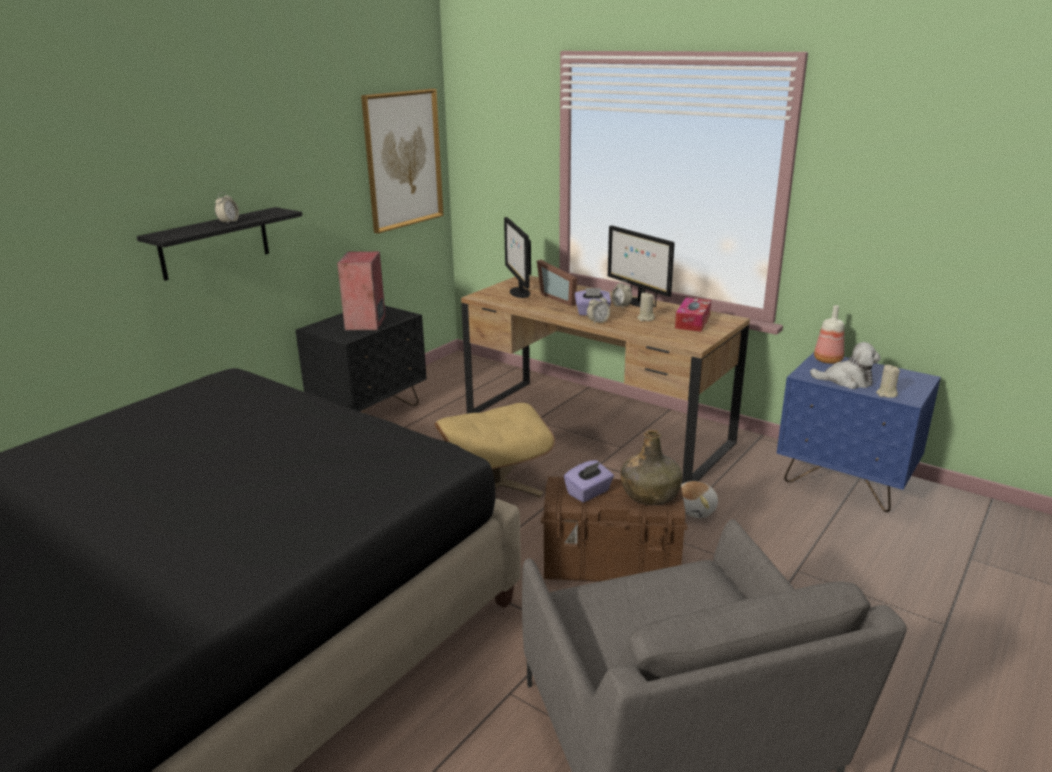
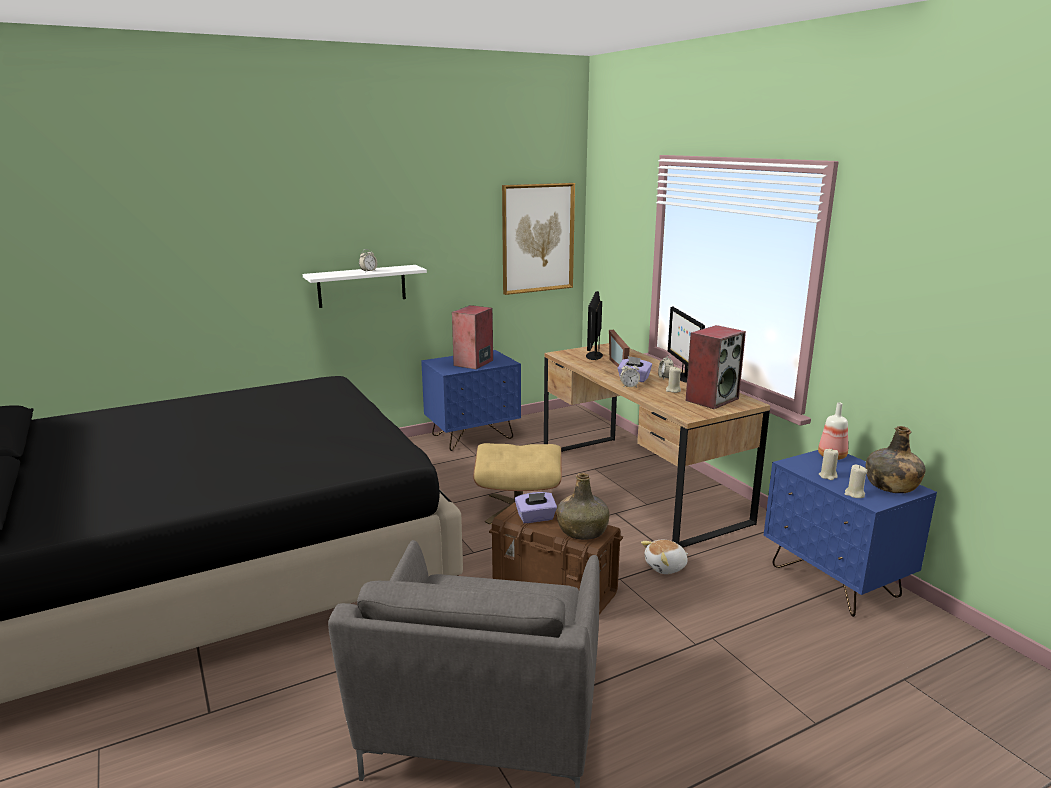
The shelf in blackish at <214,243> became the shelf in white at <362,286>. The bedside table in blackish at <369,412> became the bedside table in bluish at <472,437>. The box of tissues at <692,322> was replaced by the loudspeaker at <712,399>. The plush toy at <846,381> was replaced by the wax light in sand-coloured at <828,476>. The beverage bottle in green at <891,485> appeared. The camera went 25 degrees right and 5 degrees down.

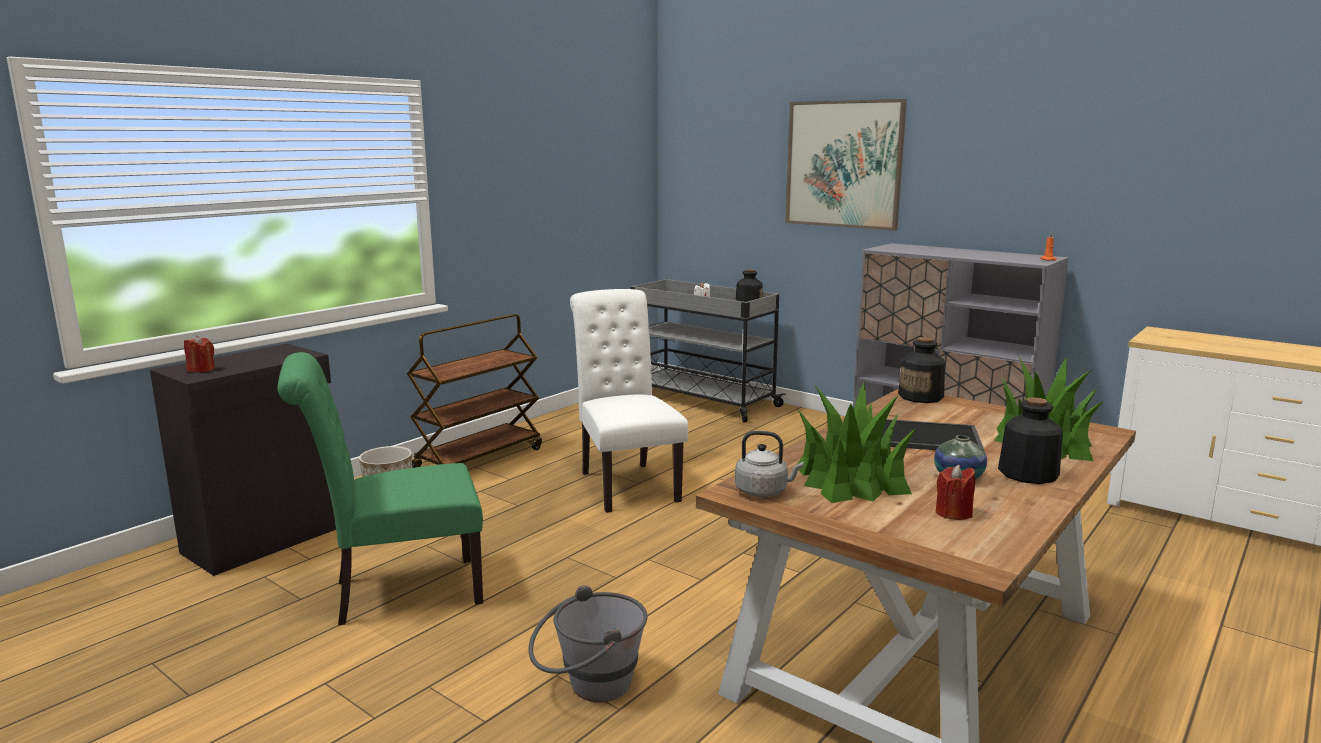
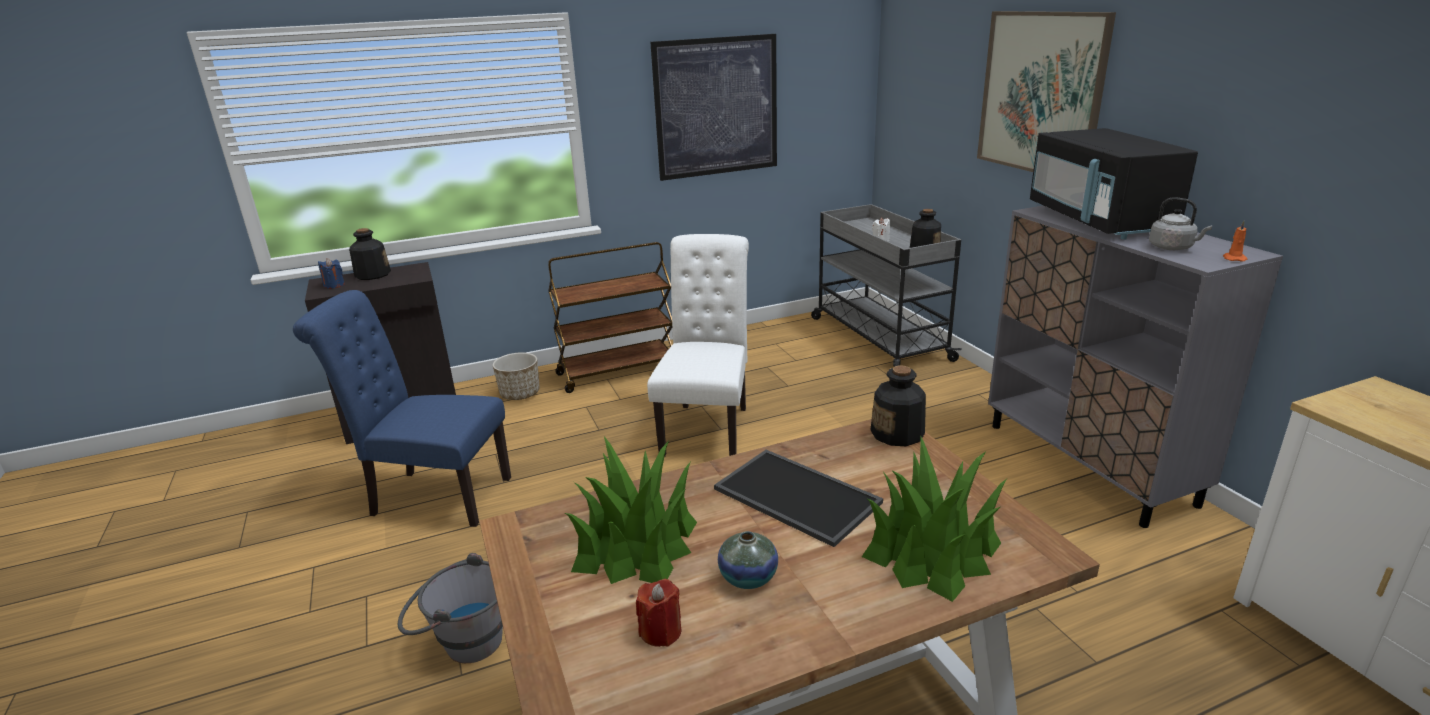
The wax light in red at <201,369> became the wax light in bluish at <334,285>. The upright chair in green at <397,592> became the upright chair in bluish at <433,496>. The tea kettle in grey moved from <764,492> to <1173,248>. The beverage bottle moved from <1027,474> to <372,274>. The picture at <716,107> appeared. The microwave in blackish at <1098,221> appeared. The camera went 30 degrees right and 10 degrees up.

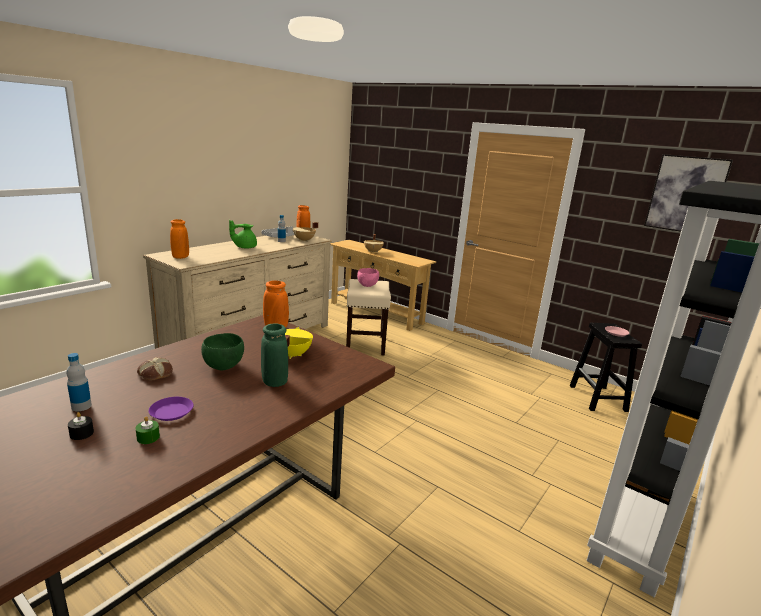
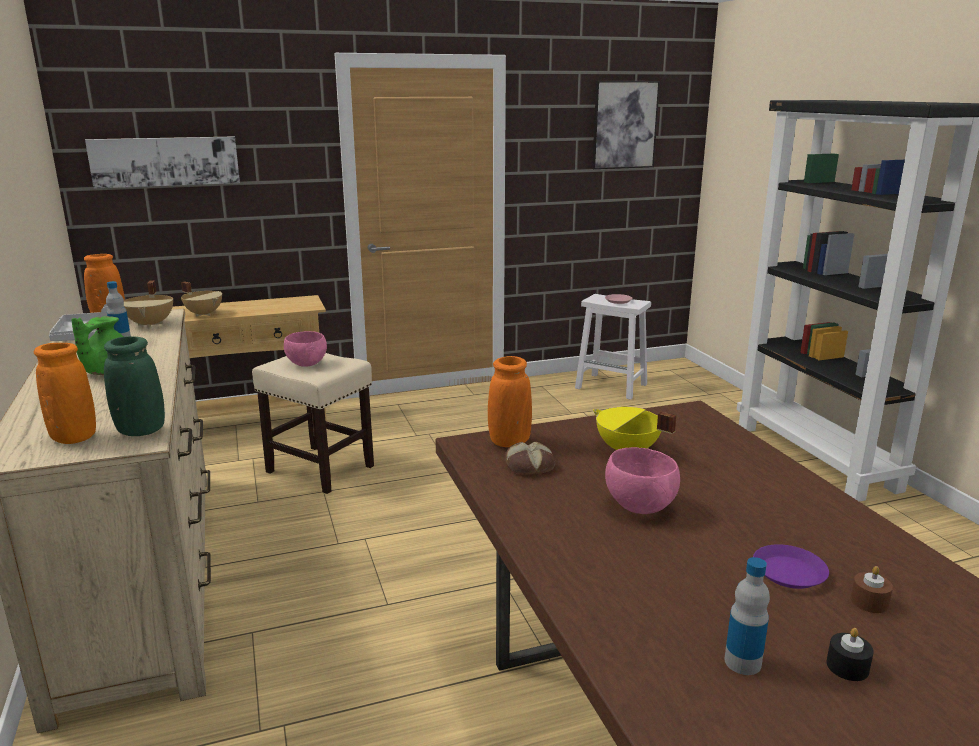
The wax light in green at <148,437> became the wax light in brown-coloured at <869,602>. The baked bread moved from <155,373> to <529,466>. The deep dish in green at <223,366> became the deep dish in pinkish at <639,507>. The vase in green moved from <274,382> to <141,431>. The sitting stool in blackish at <598,399> became the sitting stool in white at <612,386>. The picture at <165,161> appeared. The camera went 55 degrees left and 0 degrees up.

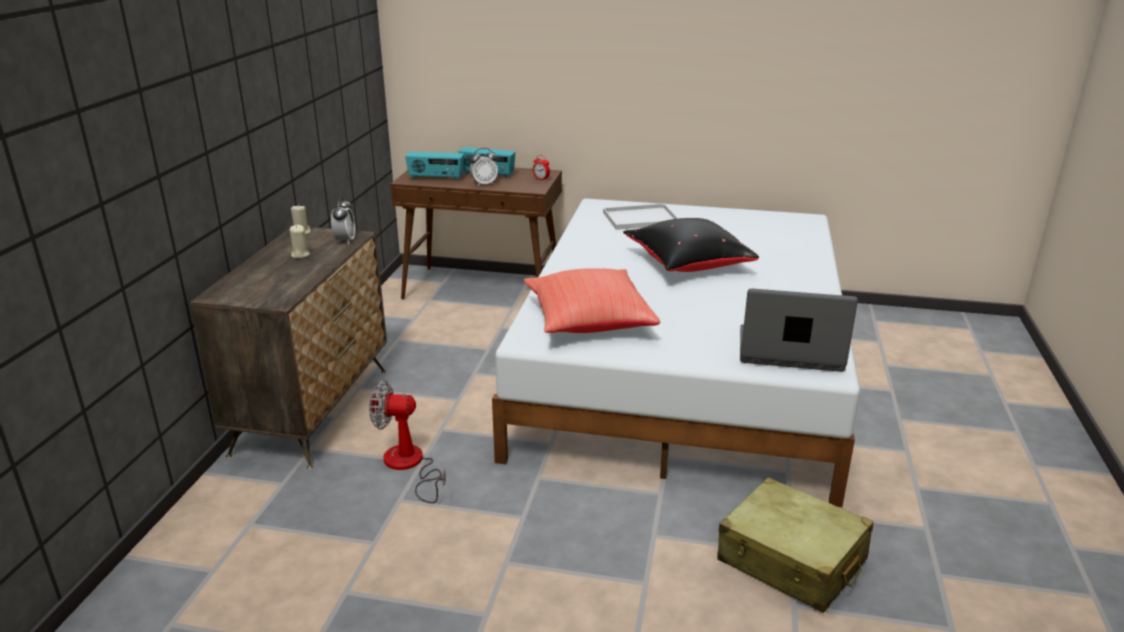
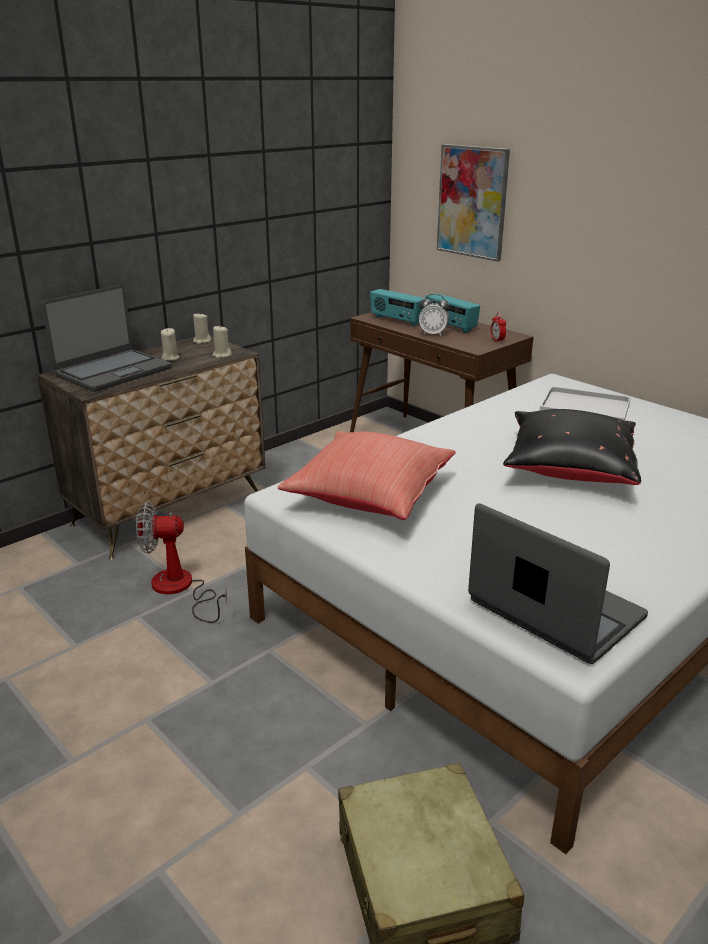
The table clock at <345,241> was replaced by the wax light in sand-coloured at <222,355>. The electric fan at <409,466> turned 45 degrees counterclockwise. The notebook computer at <113,371> appeared. The picture at <472,202> appeared. The camera went 35 degrees right and 0 degrees up.

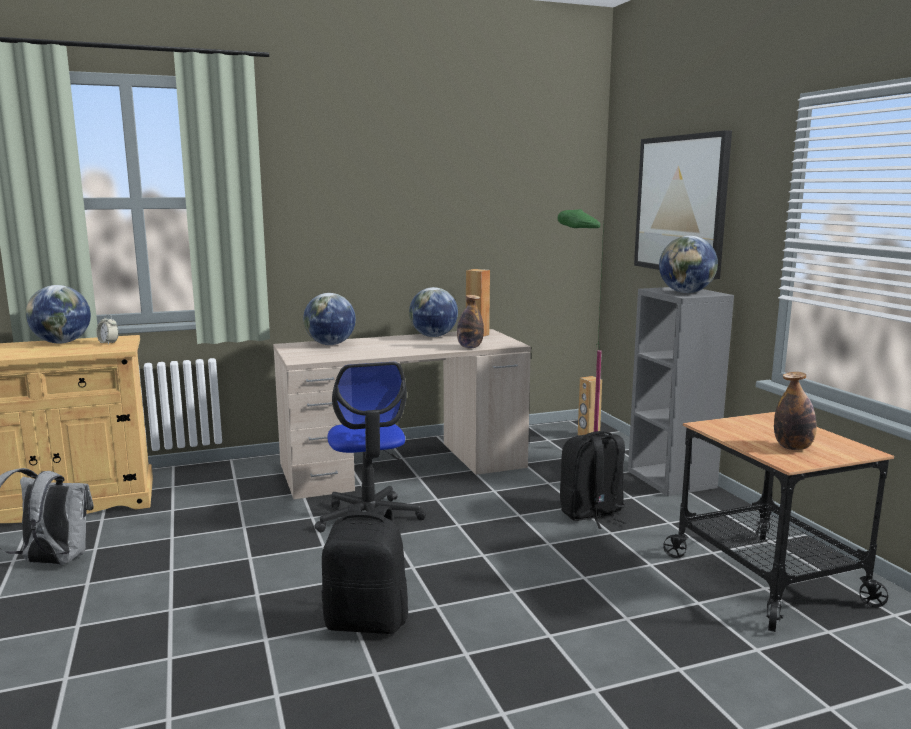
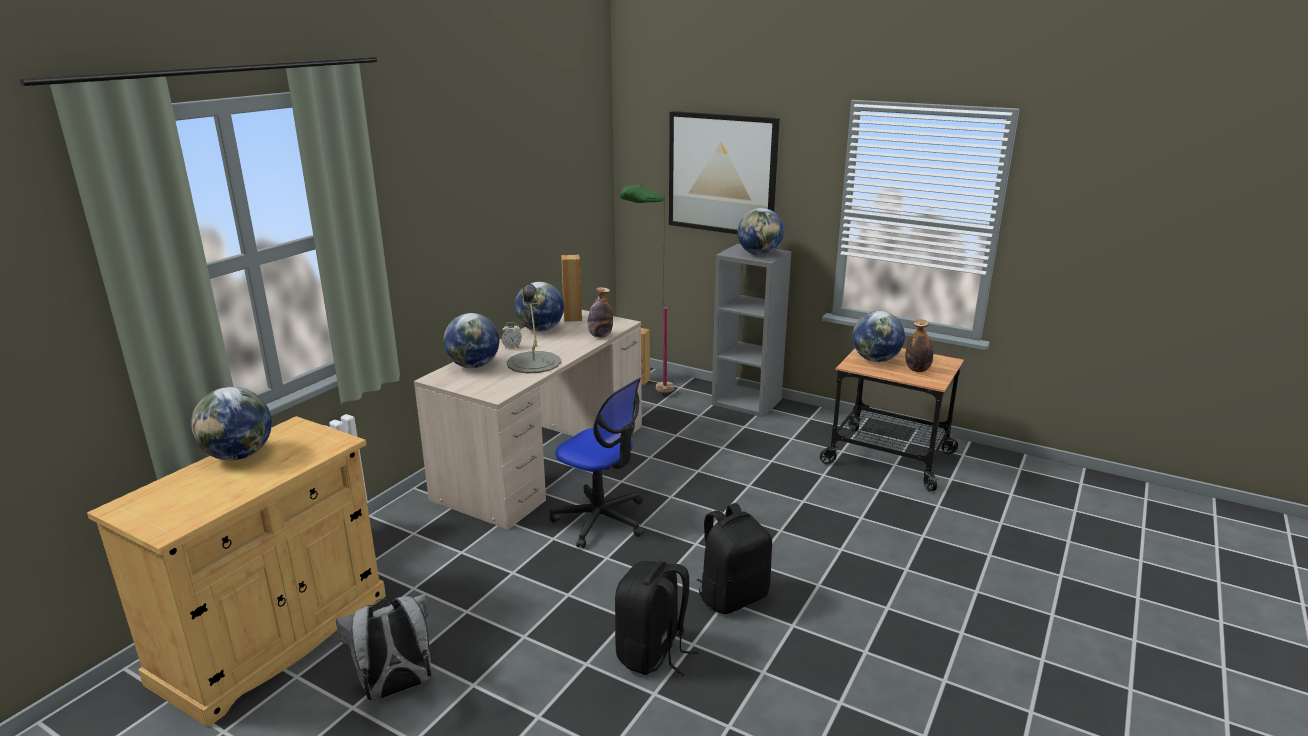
The table clock moved from <108,343> to <512,347>. The backpack in blackish moved from <592,514> to <653,653>. The tabletop lamp in grey at <533,362> appeared. The desk globe at <875,360> appeared. The camera went 40 degrees left and 10 degrees up.

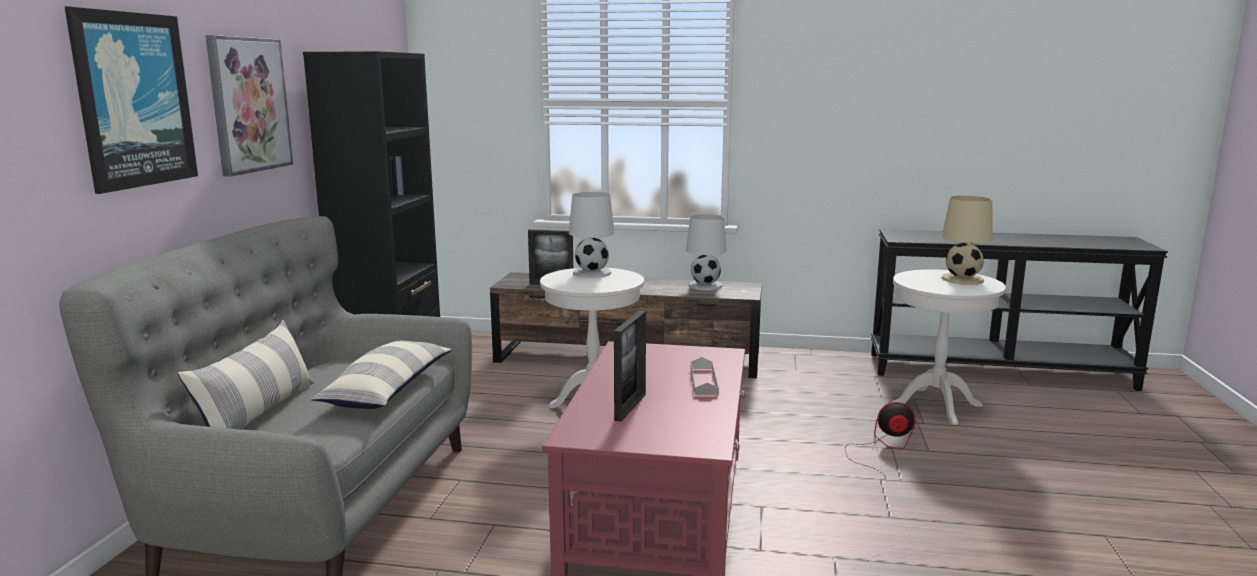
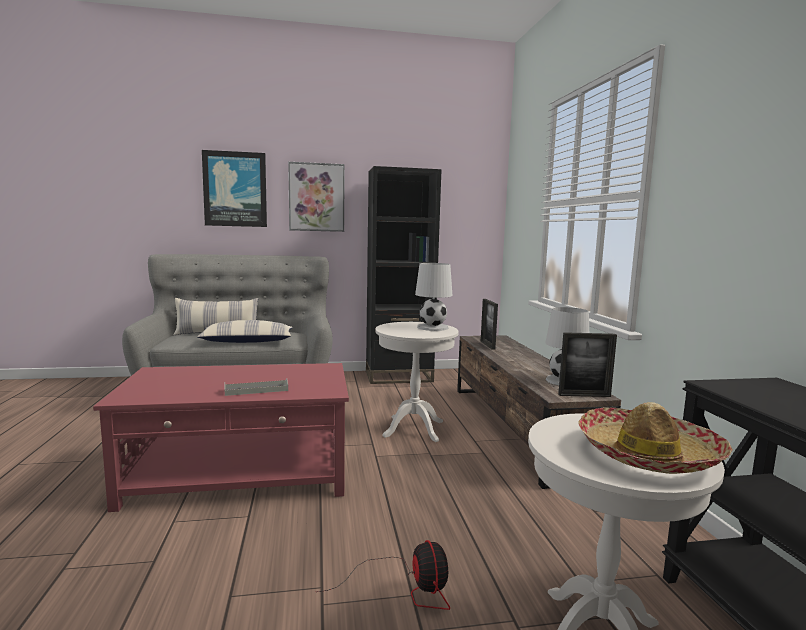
The photo frame moved from <630,407> to <584,395>. The tabletop lamp in sand-coloured at <961,279> was replaced by the clothing hat at <648,454>. The camera went 70 degrees right and 5 degrees down.

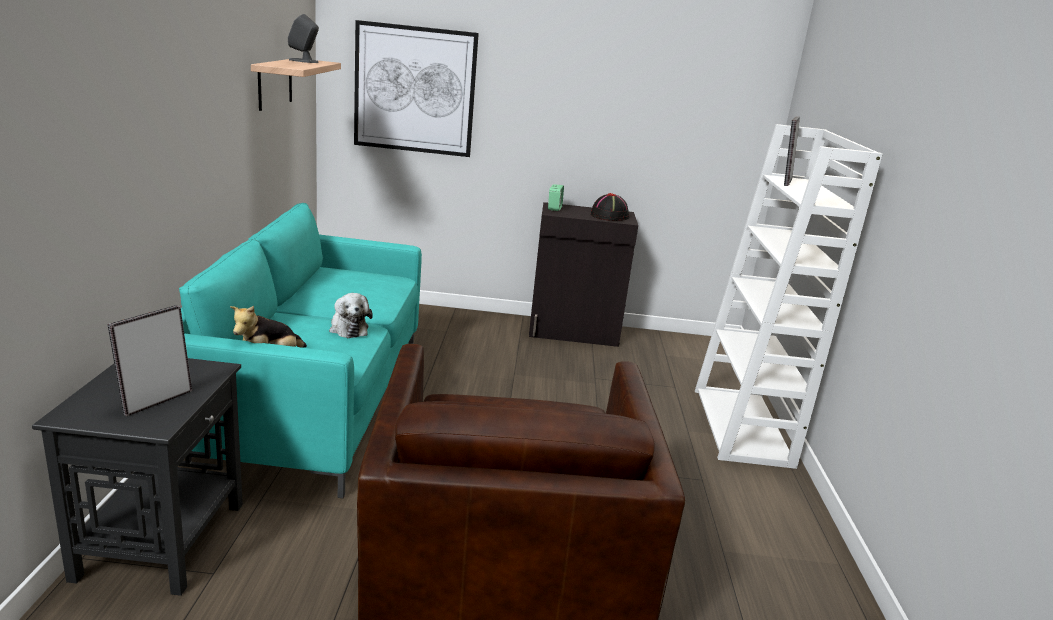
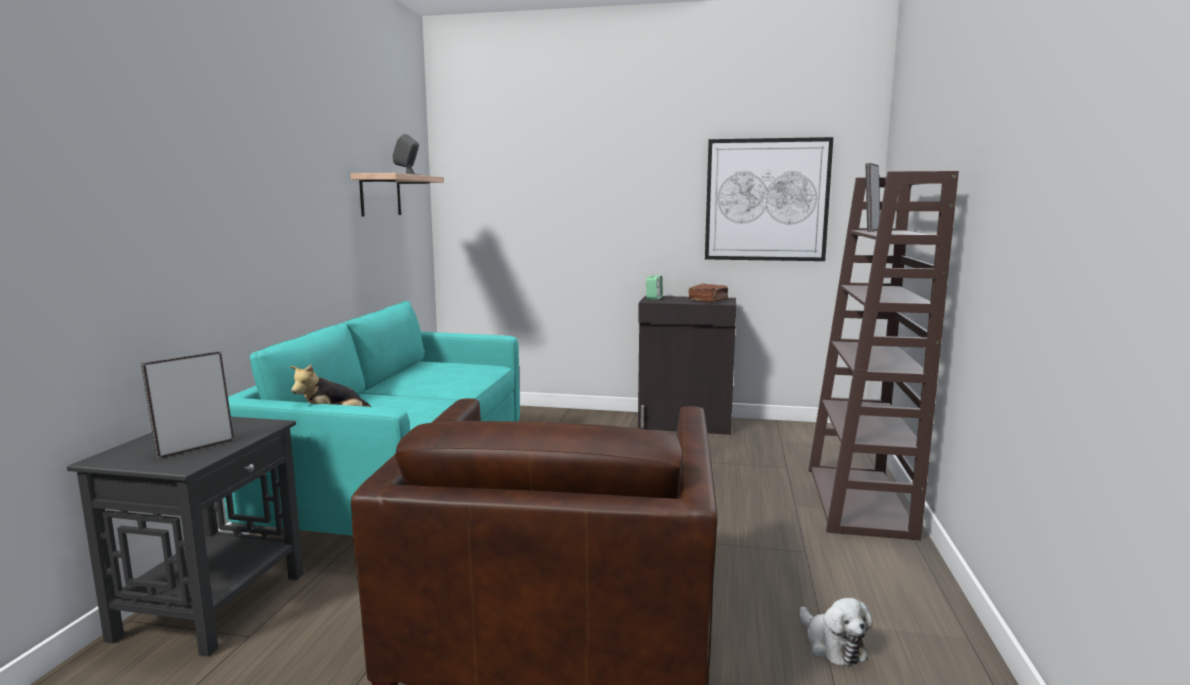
The plush toy moved from <348,328> to <832,645>. The picture moved from <415,90> to <766,200>. The clothing hat in blackish at <609,216> was replaced by the bound book in brown-coloured at <708,301>. The bookcase in white at <743,427> became the bookcase in brown-coloured at <860,502>. The camera went 10 degrees right and 10 degrees down.

